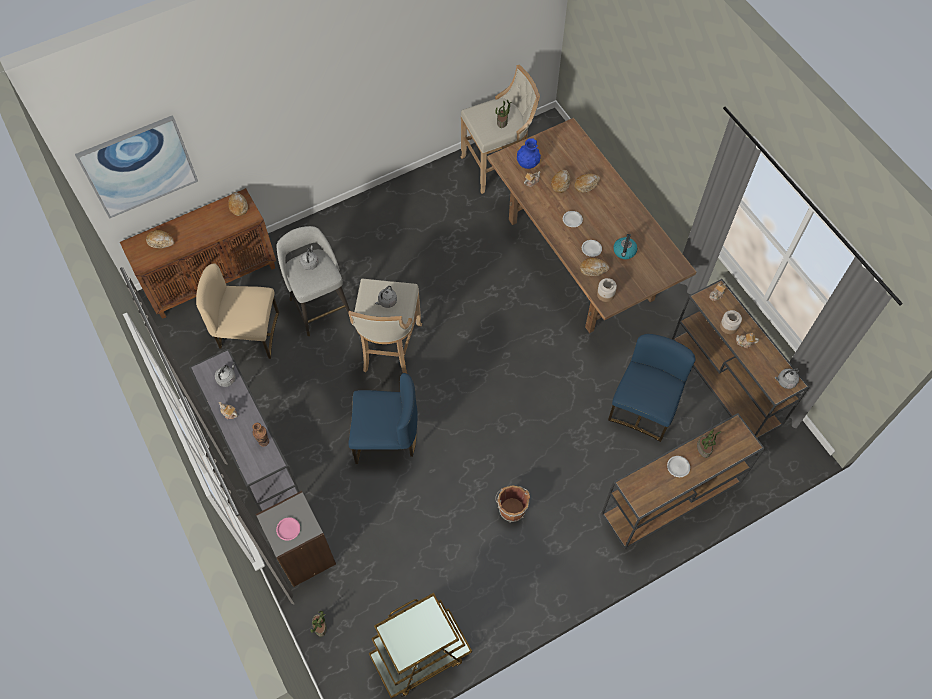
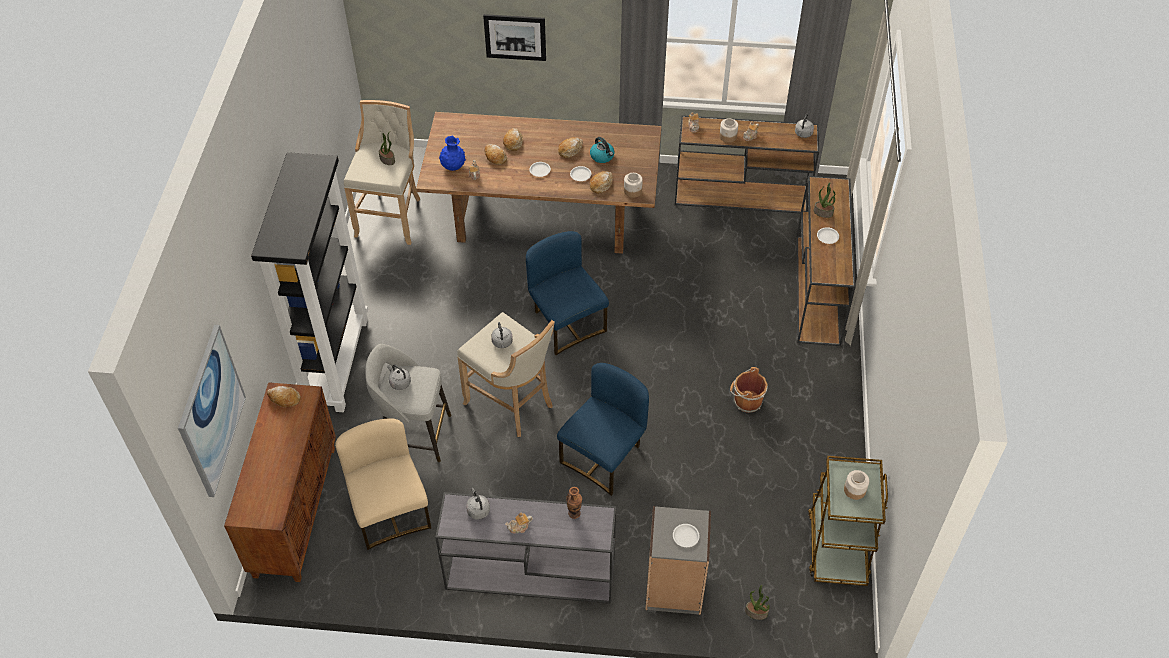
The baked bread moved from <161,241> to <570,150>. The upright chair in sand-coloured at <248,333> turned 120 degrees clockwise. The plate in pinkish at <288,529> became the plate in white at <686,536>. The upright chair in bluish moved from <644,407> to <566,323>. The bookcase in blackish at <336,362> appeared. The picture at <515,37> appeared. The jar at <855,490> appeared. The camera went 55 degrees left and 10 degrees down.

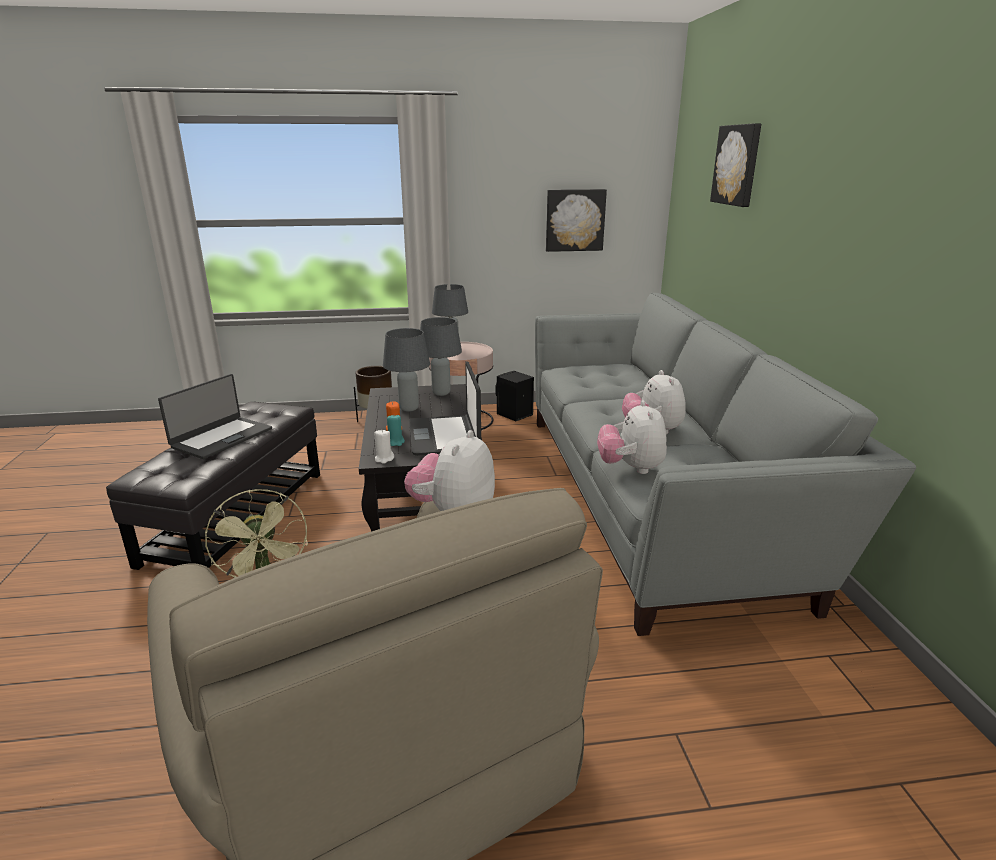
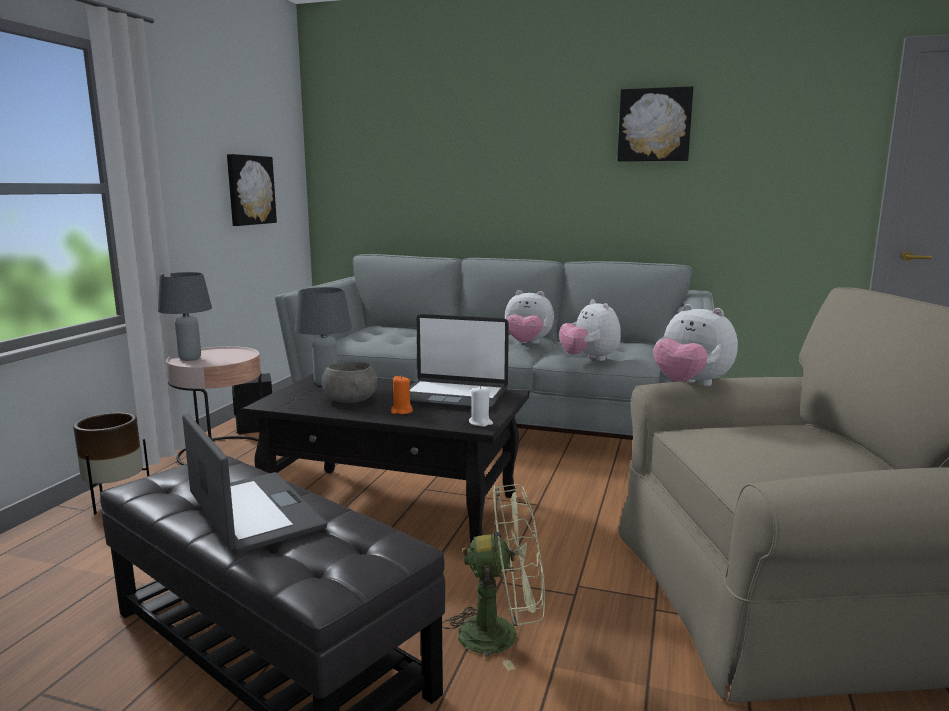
The tabletop lamp in grey at <409,409> was replaced by the deep dish in grey at <351,399>. The wax light in blue-green at <396,442> disappeared. The plush toy at <630,468> turned 45 degrees clockwise. The picture moved from <737,165> to <654,125>. The camera went 65 degrees left and 10 degrees down.

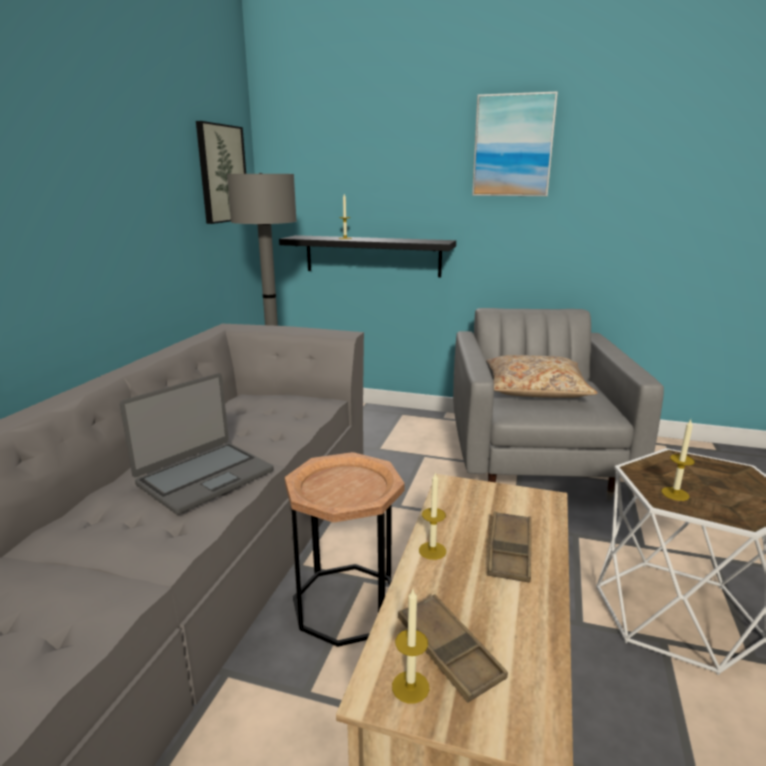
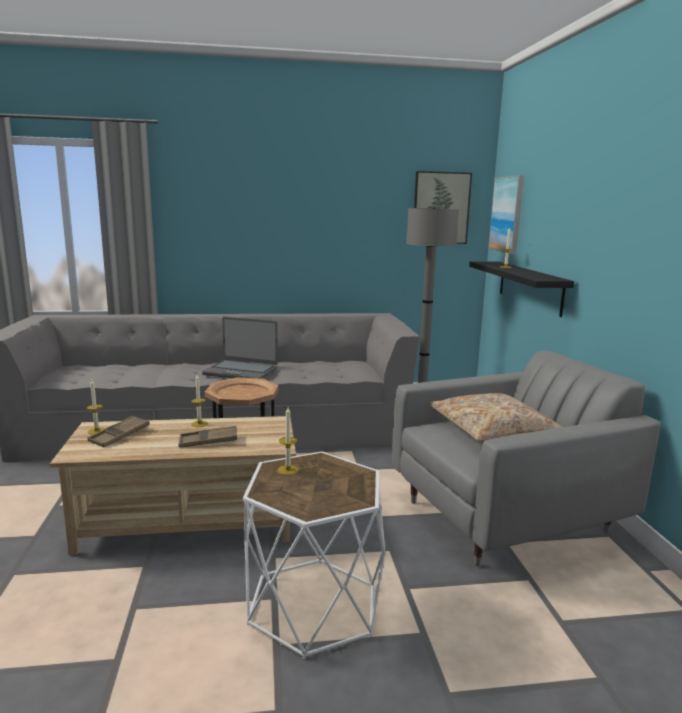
The picture moved from <513,146> to <507,214>. The camera went 65 degrees right and 5 degrees down.

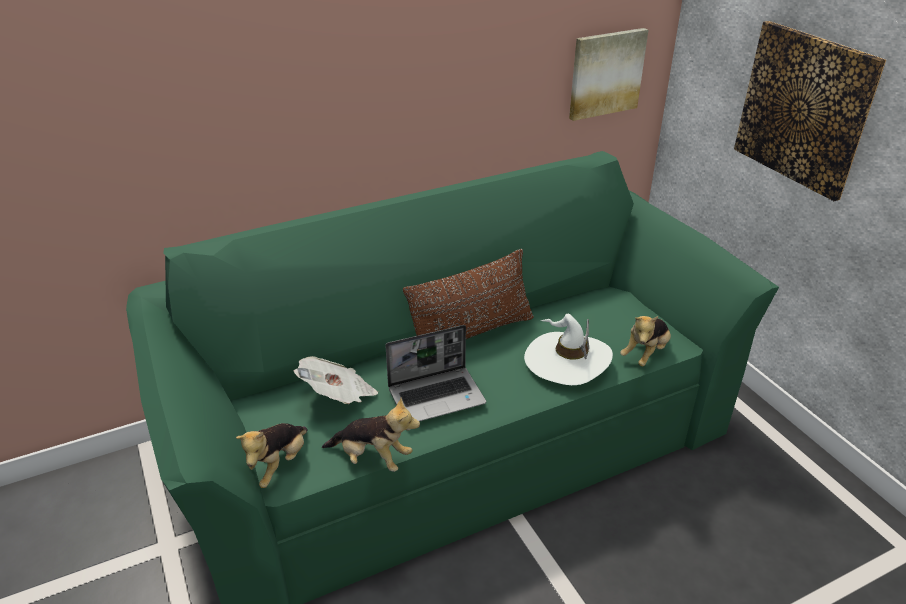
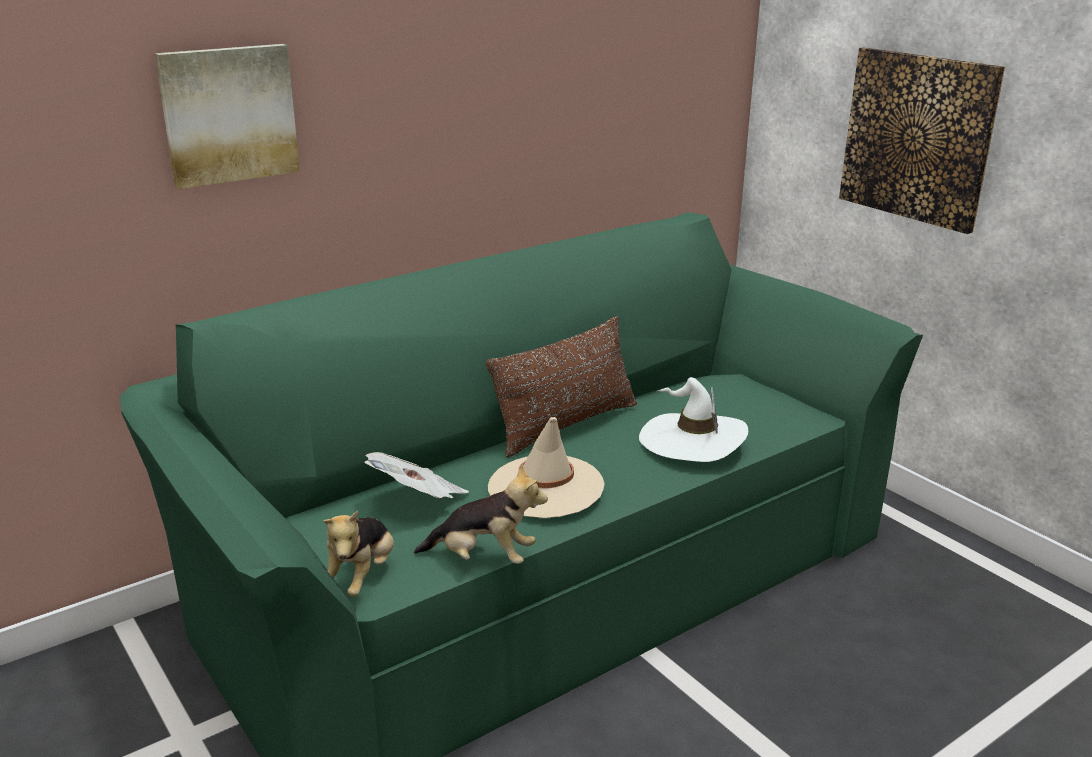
The notebook computer at <437,396> was replaced by the clothing hat in sand-coloured at <545,487>. The picture moved from <606,73> to <229,114>. The plush toy at <645,353> disappeared. The camera went 10 degrees left and 10 degrees down.

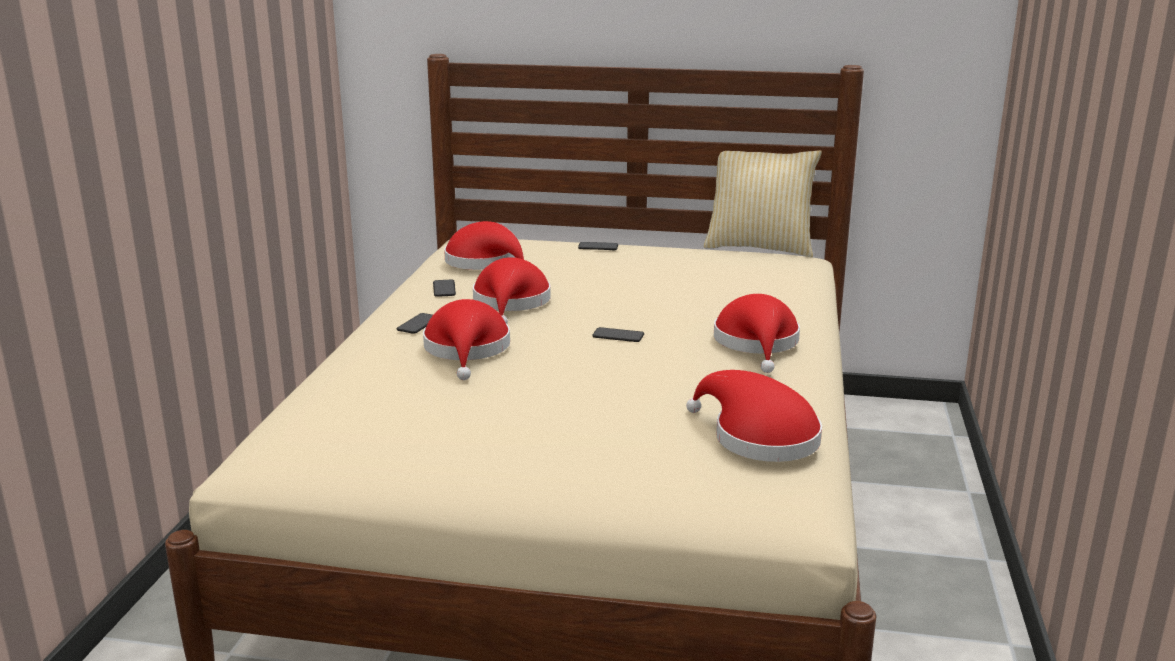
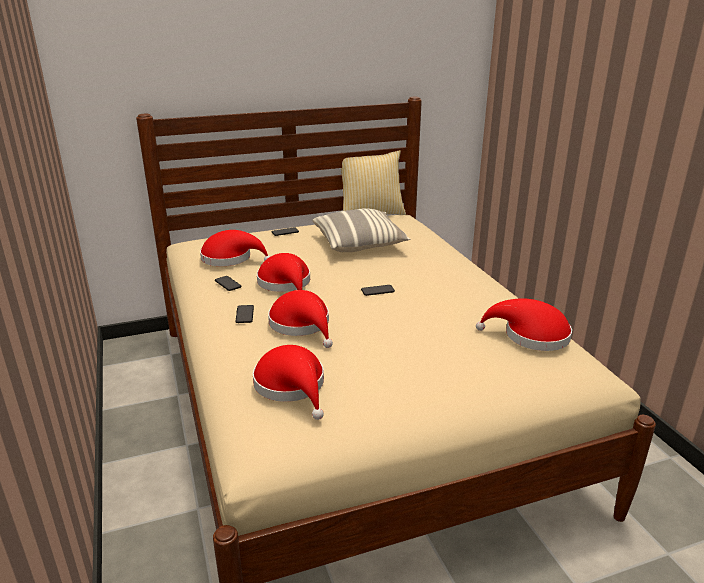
The clothing hat in red moved from <757,344> to <292,386>. The pillow at <360,243> appeared. The camera went 30 degrees left and 5 degrees up.

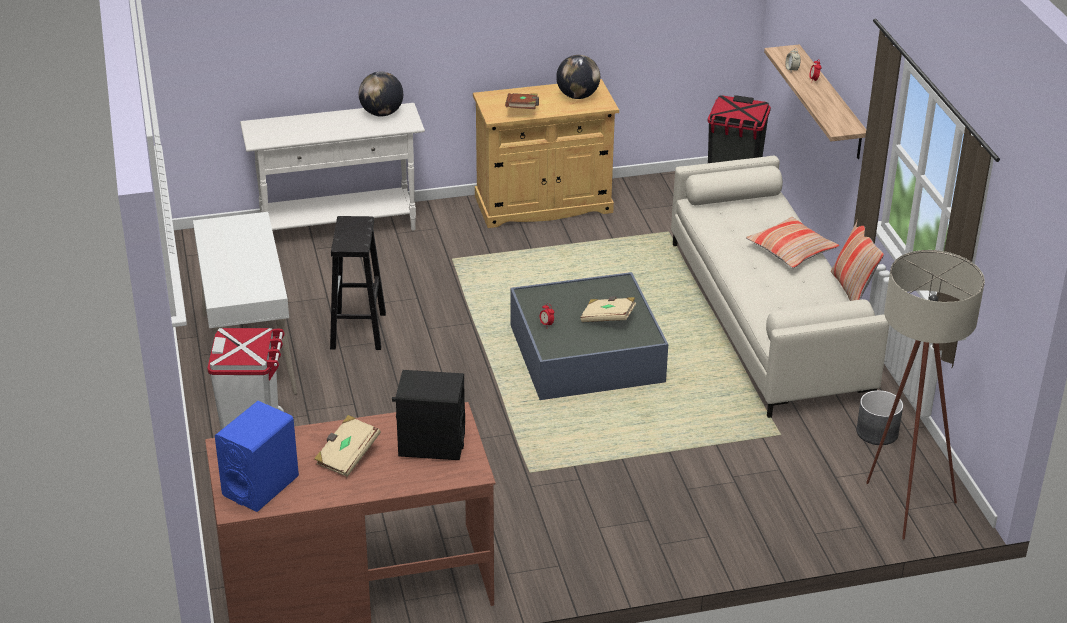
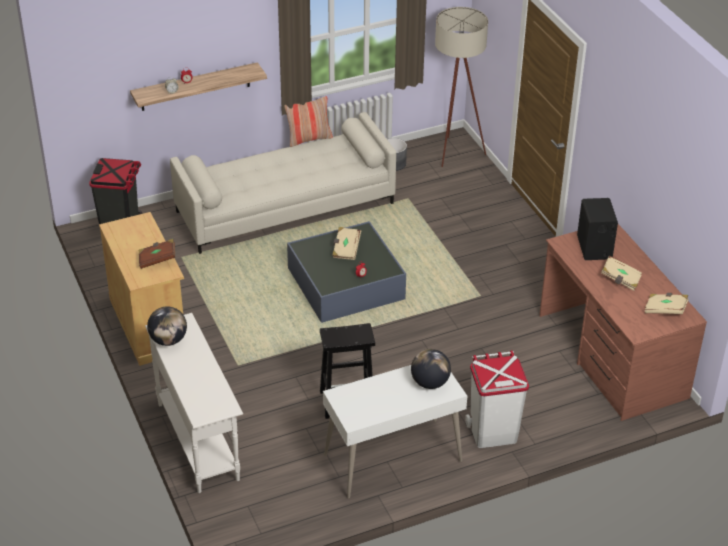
The loudspeaker in bluish at <260,486> was replaced by the bound book in sand-coloured at <665,310>. The desk globe moved from <578,96> to <430,383>. The pillow at <791,250> disappeared. The camera went 100 degrees left and 5 degrees up.

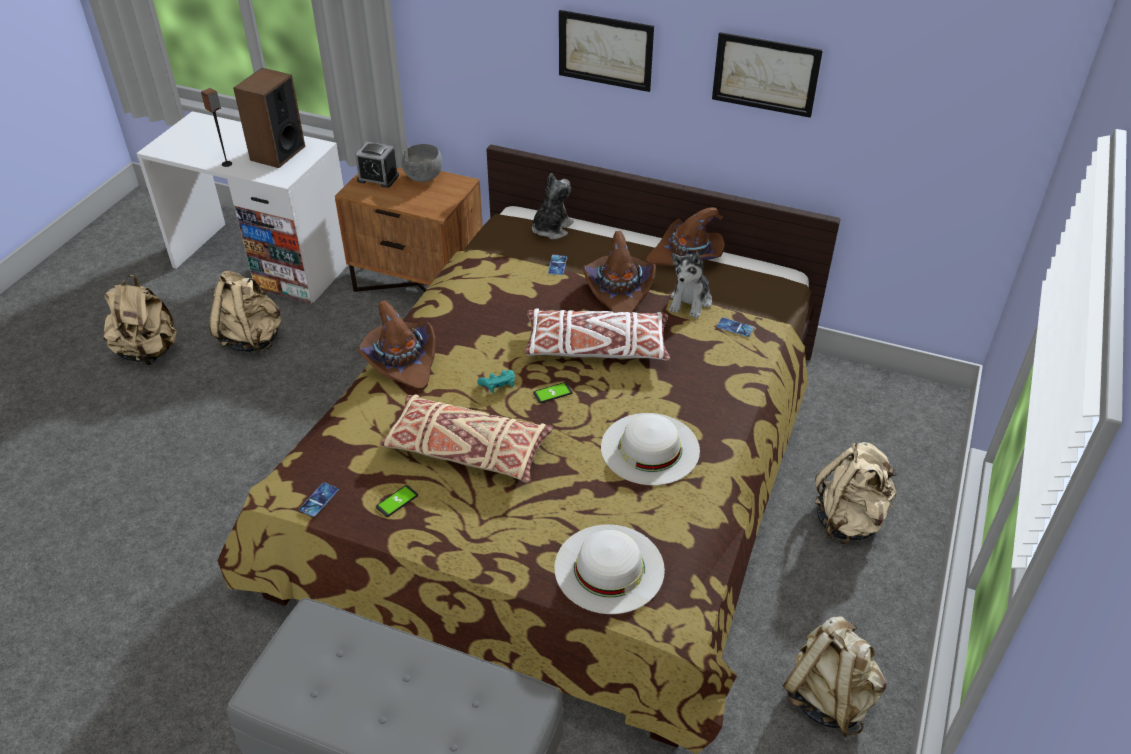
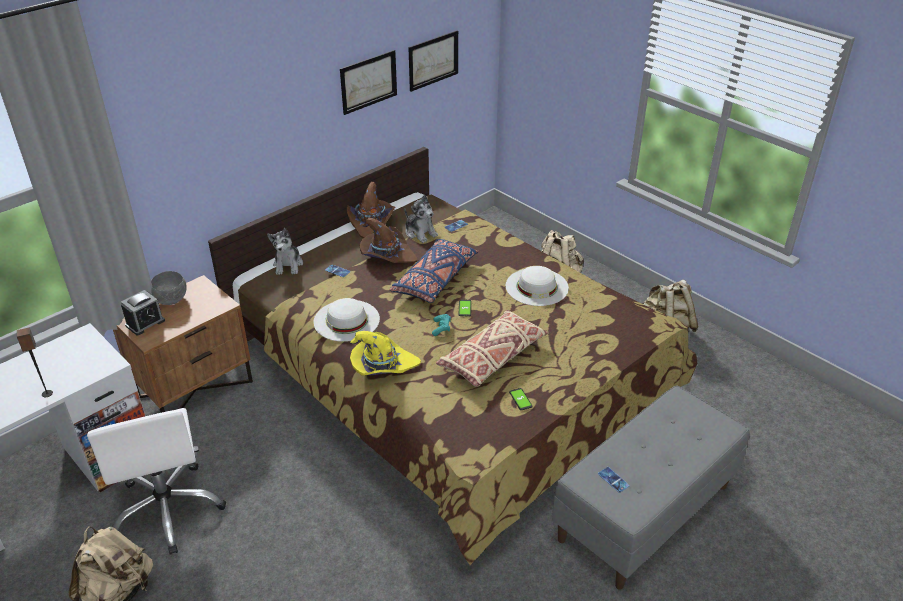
The backpack in sand-coloured at <252,338> was replaced by the desk chair in white at <168,509>. The loudspeaker at <277,153> disappeared. The telephone moved from <319,500> to <613,480>. The clothing hat in brown-coloured at <401,361> became the clothing hat in yellow at <382,365>. The pillow in white at <596,347> became the pillow in bluish at <435,279>. The plush toy at <551,229> turned 150 degrees counterclockwise. The clothing hat in white moved from <609,568> to <346,320>. The picture moved from <605,50> to <433,60>. The camera went 65 degrees left and 5 degrees down.

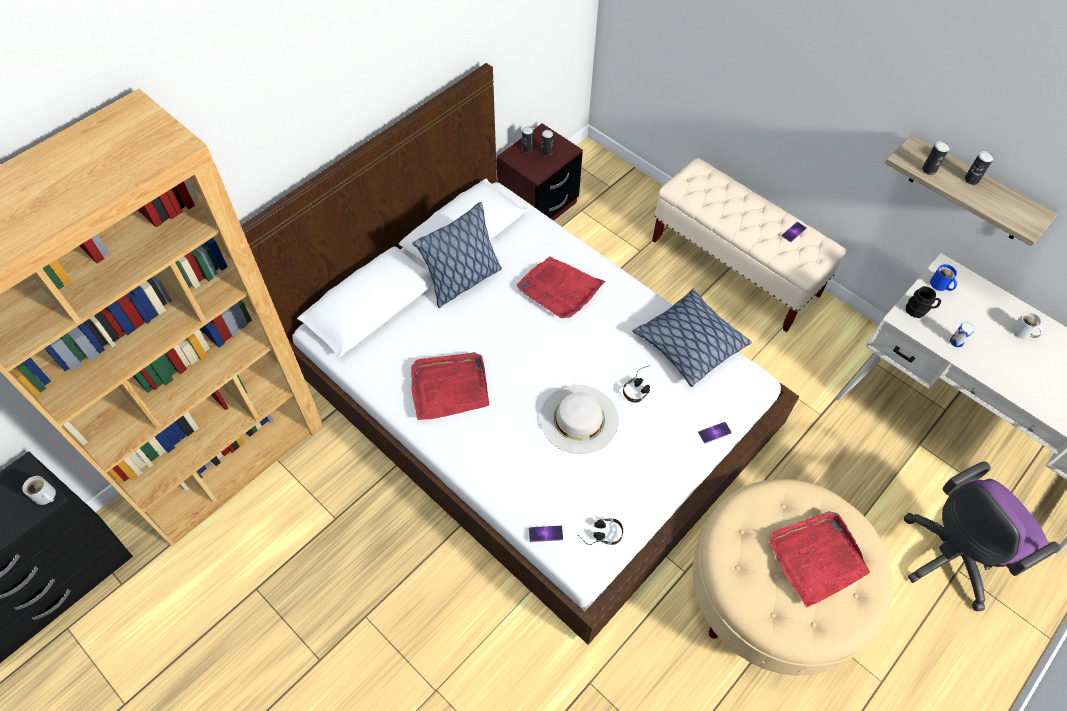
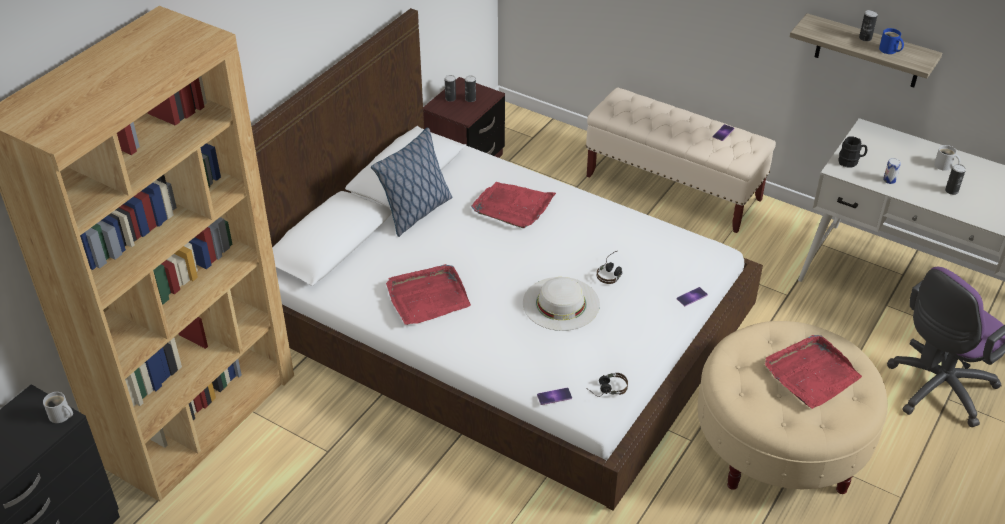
The pillow at <689,344> disappeared. The sealed can moved from <929,170> to <951,191>. The coffee mug in bluish moved from <940,285> to <889,50>. The camera went 10 degrees left and 15 degrees down.

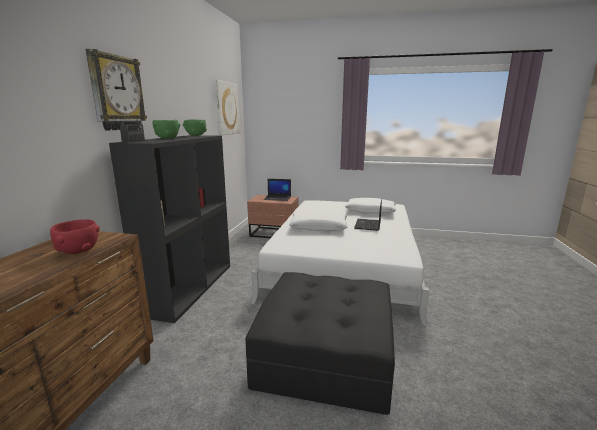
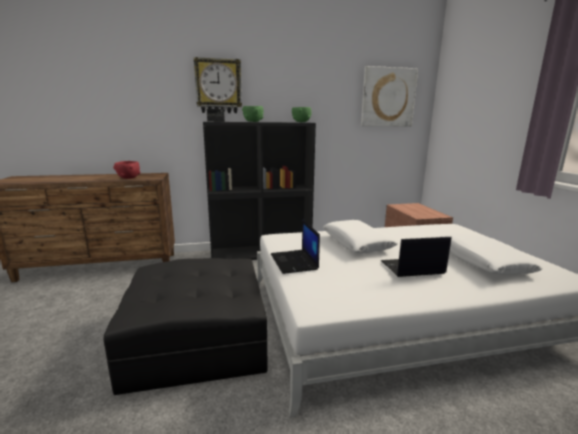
The notebook computer moved from <278,198> to <294,262>. The camera went 65 degrees right and 0 degrees up.

